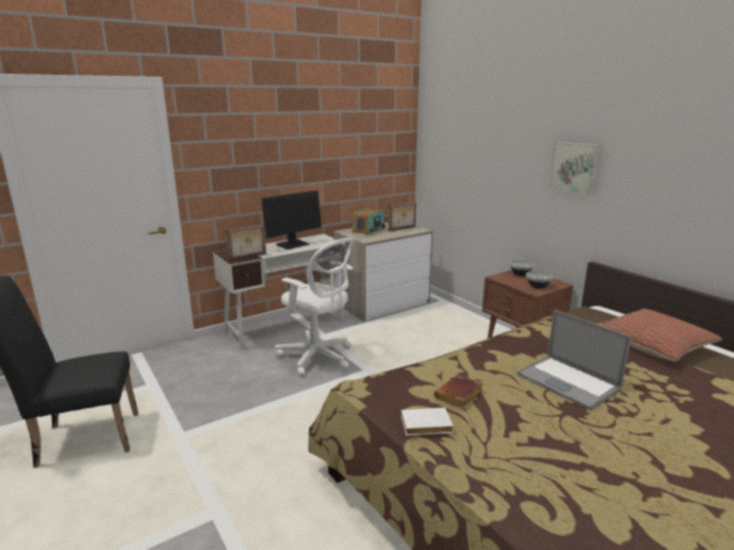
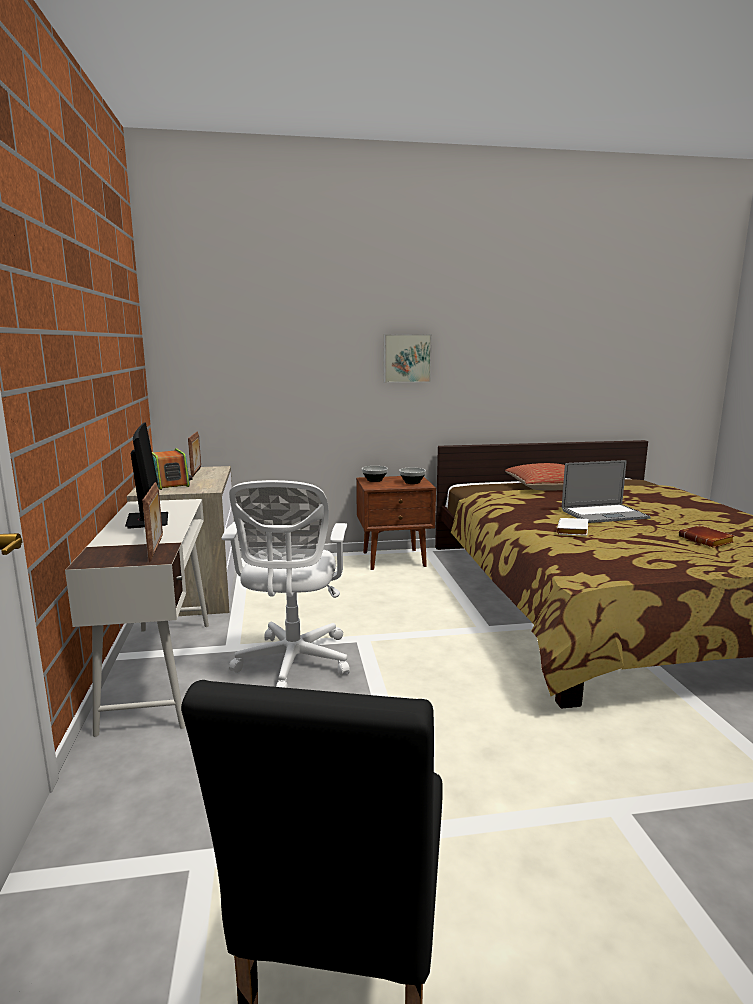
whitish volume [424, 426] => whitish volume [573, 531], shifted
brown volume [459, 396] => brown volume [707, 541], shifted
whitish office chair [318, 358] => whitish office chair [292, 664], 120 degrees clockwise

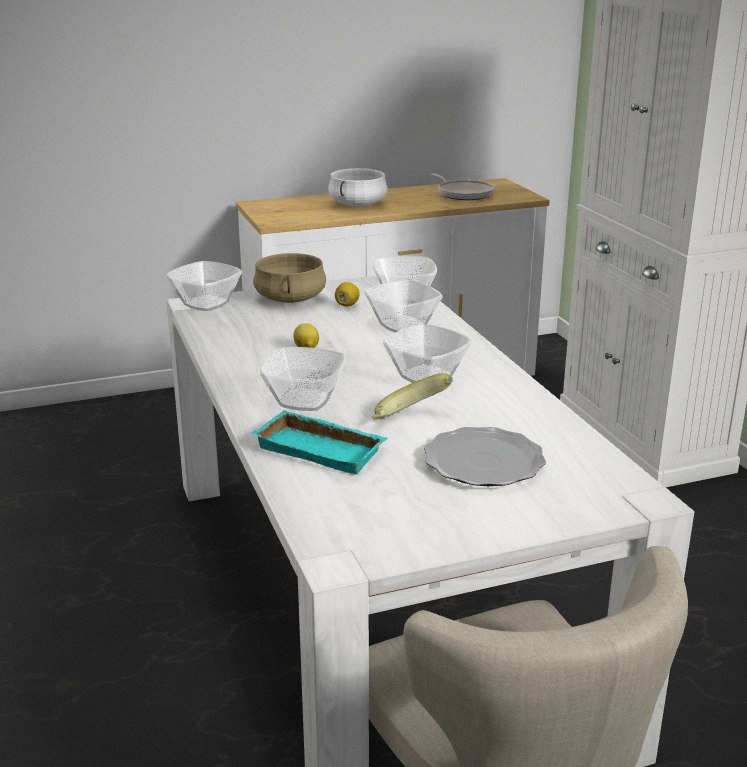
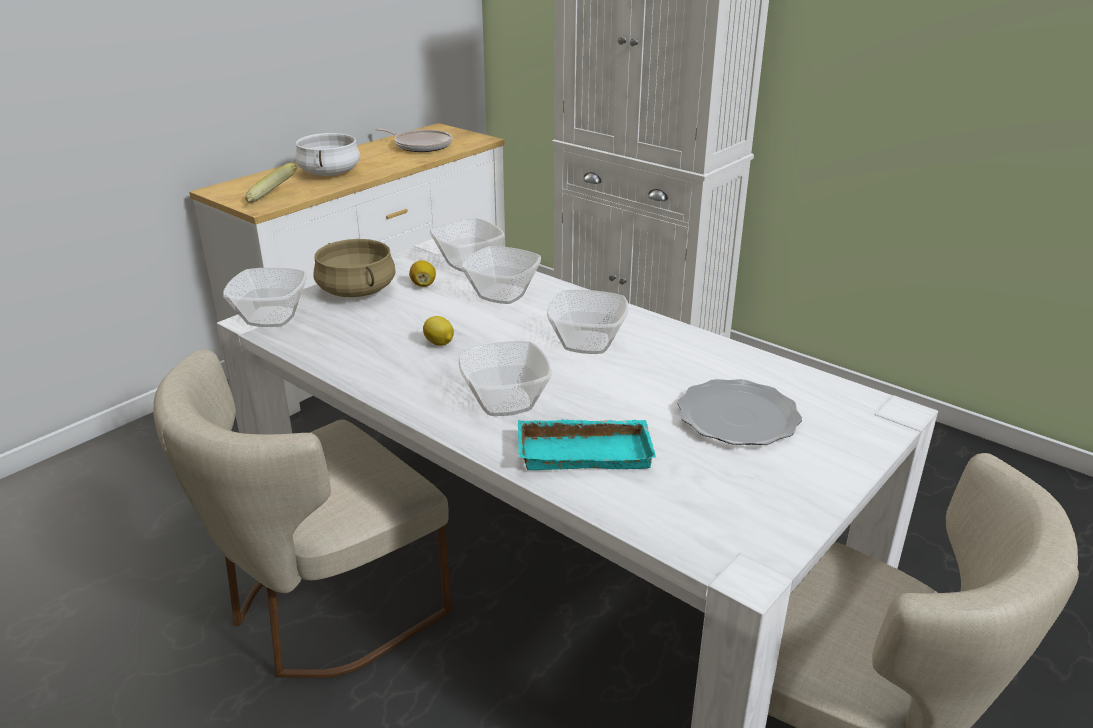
nothing => beige-coloured upright chair [324, 612]
banana fruit [409, 419] => banana fruit [272, 200], shifted

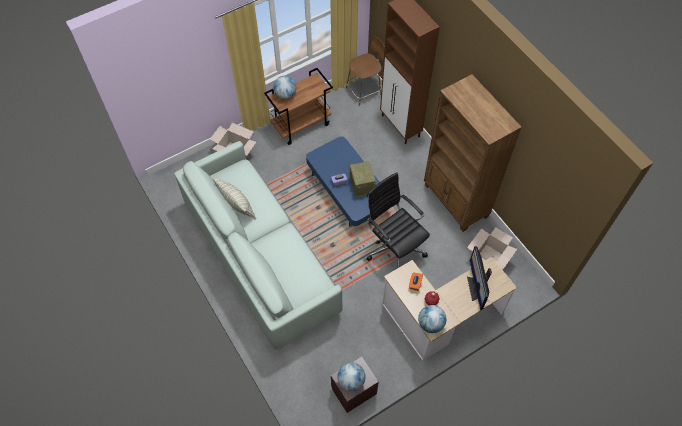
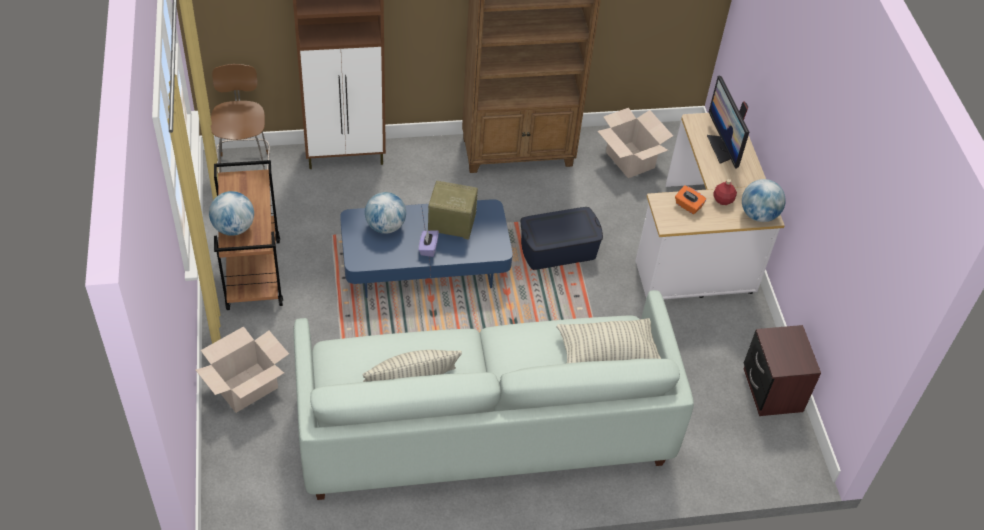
nothing => cushion [607, 351]
desk globe [351, 381] => desk globe [385, 226], shifted
black-coloured office chair [394, 247] => bluish storage bin [558, 250]
computer display [476, 288] => computer display [723, 148], 60 degrees clockwise

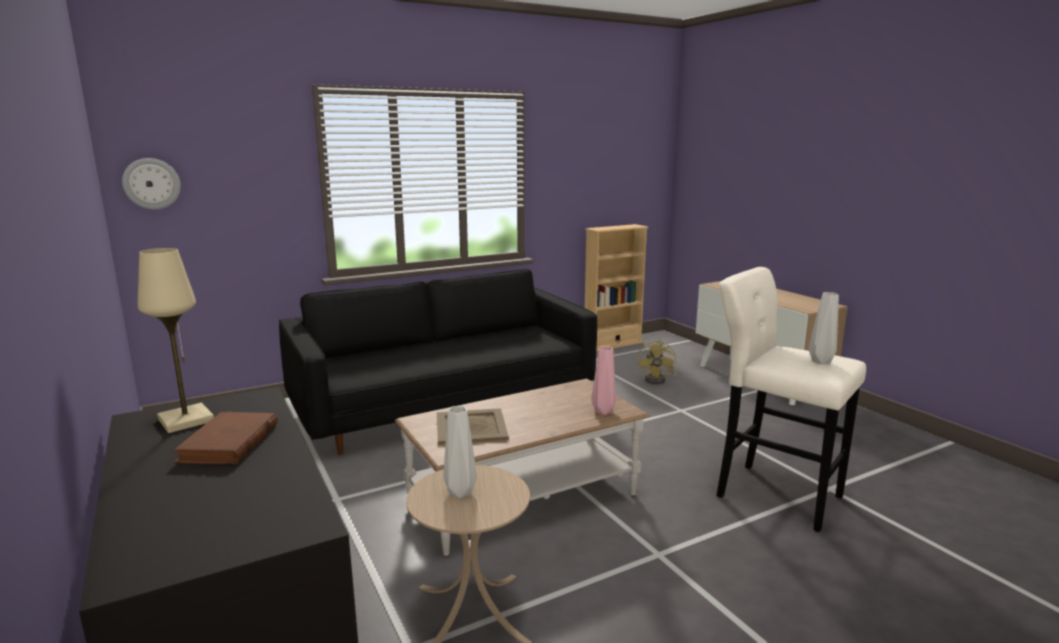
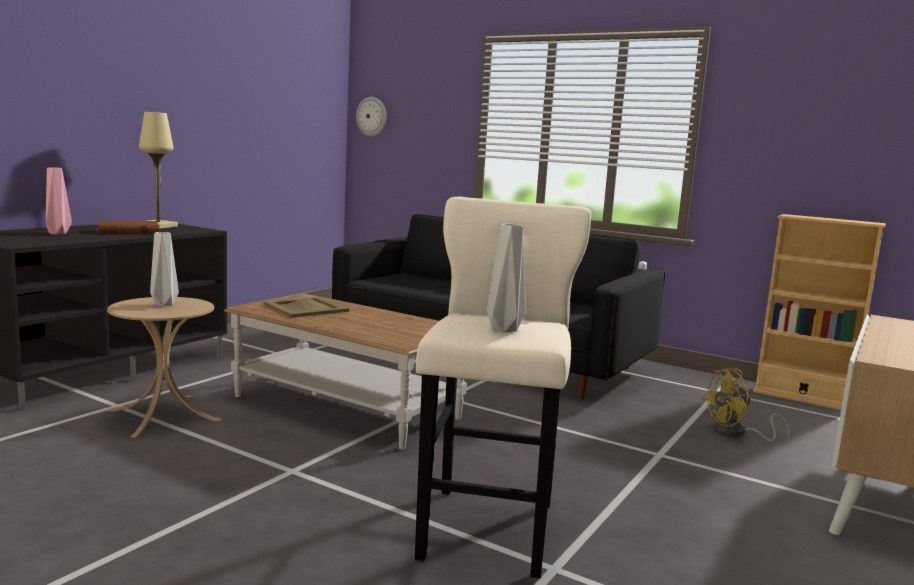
pinkish flower vase [603, 411] => pinkish flower vase [59, 233], shifted

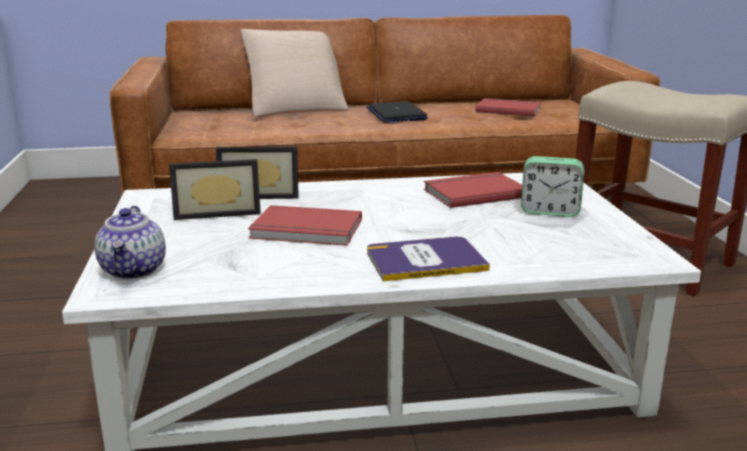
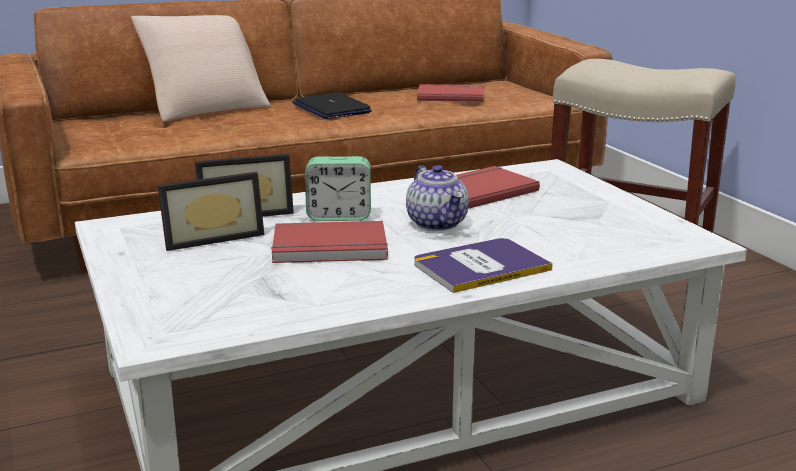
tea pot [134, 270] => tea pot [438, 224], shifted
table clock [550, 211] => table clock [339, 216], shifted

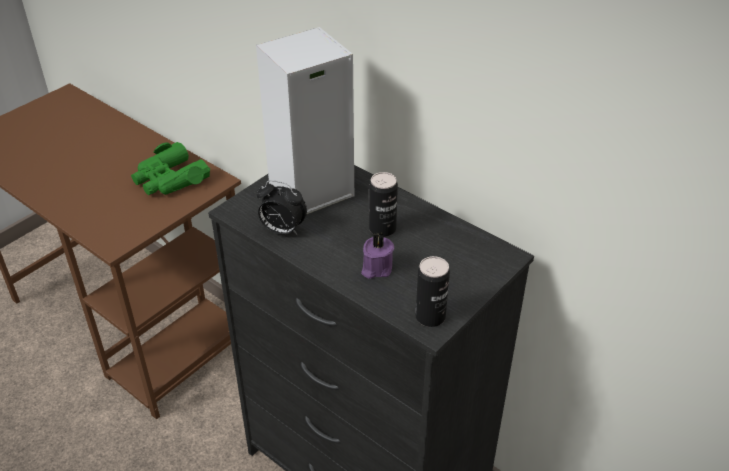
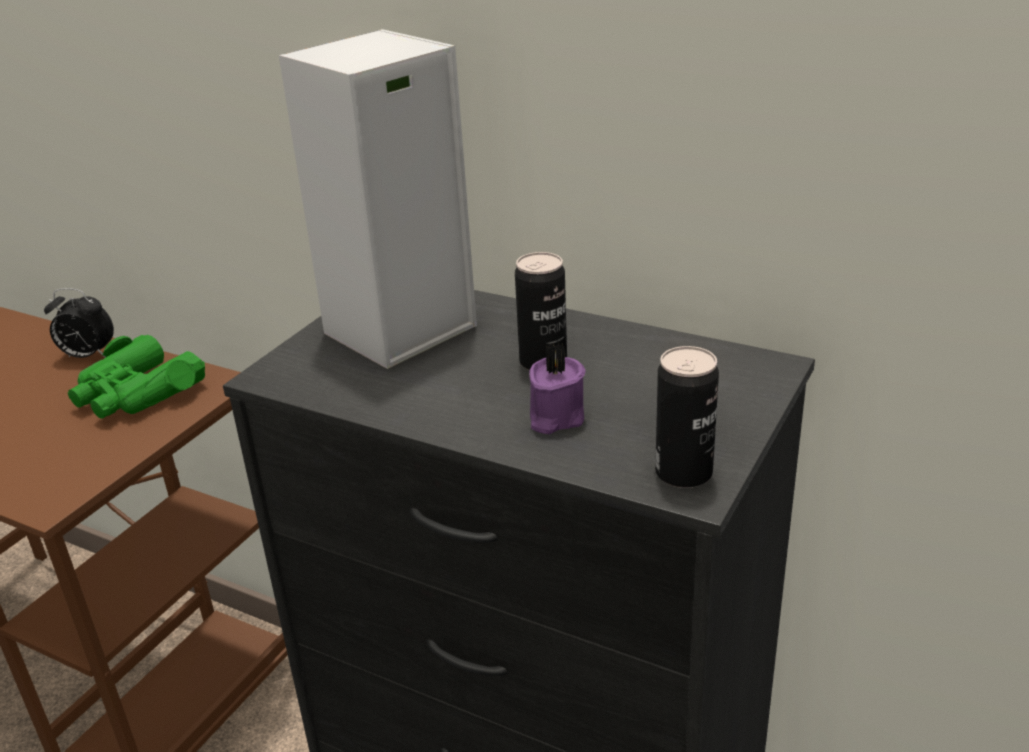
table clock [282, 230] => table clock [87, 356], shifted

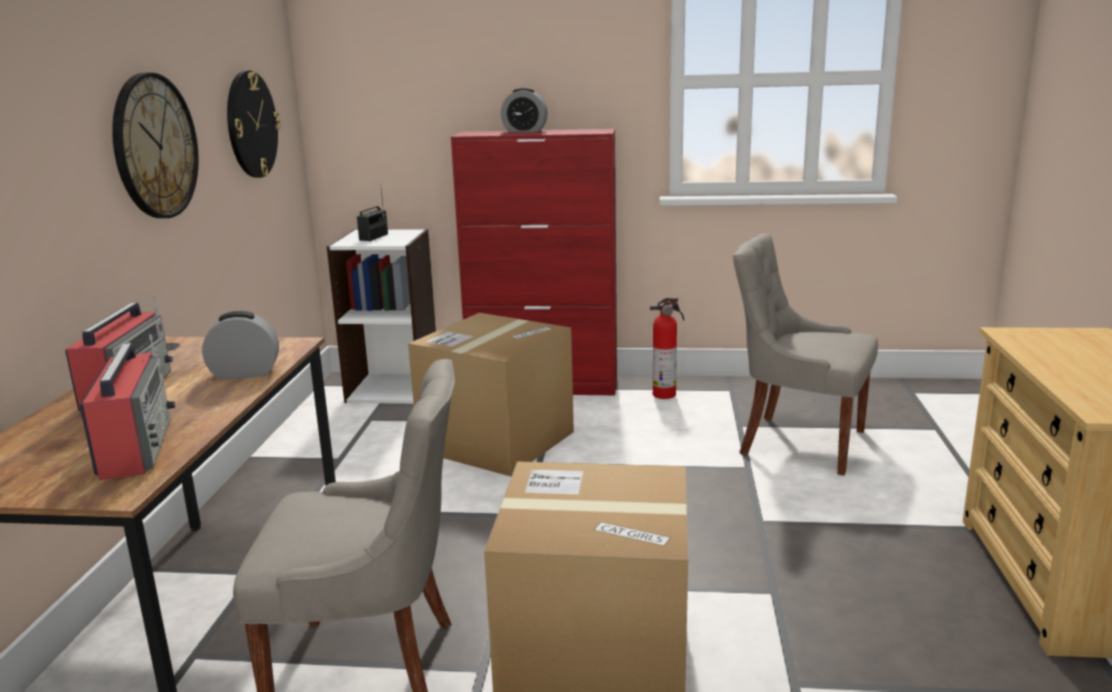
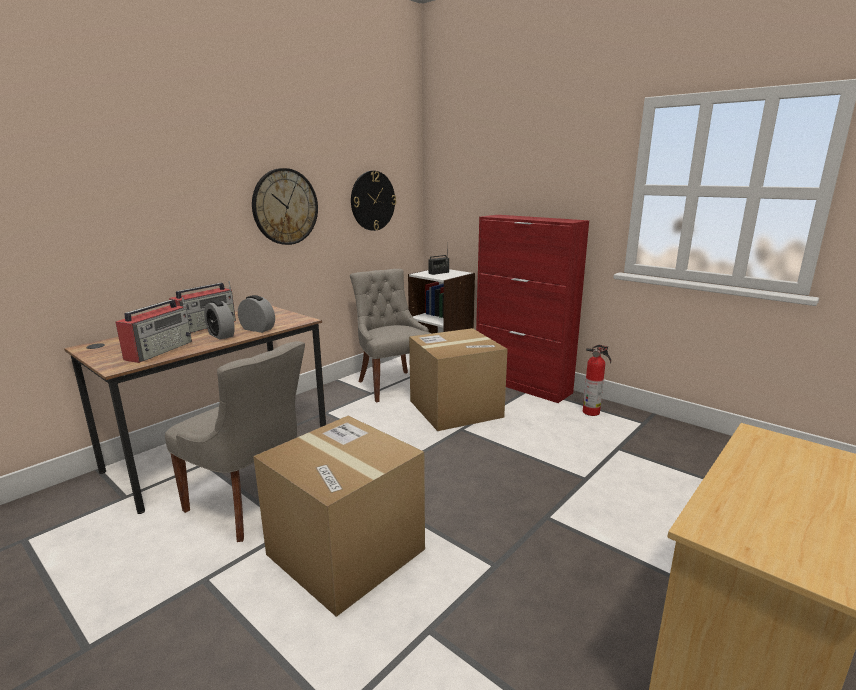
table clock [524, 131] => table clock [221, 335], shifted
gray upright chair [798, 442] => gray upright chair [393, 385], shifted

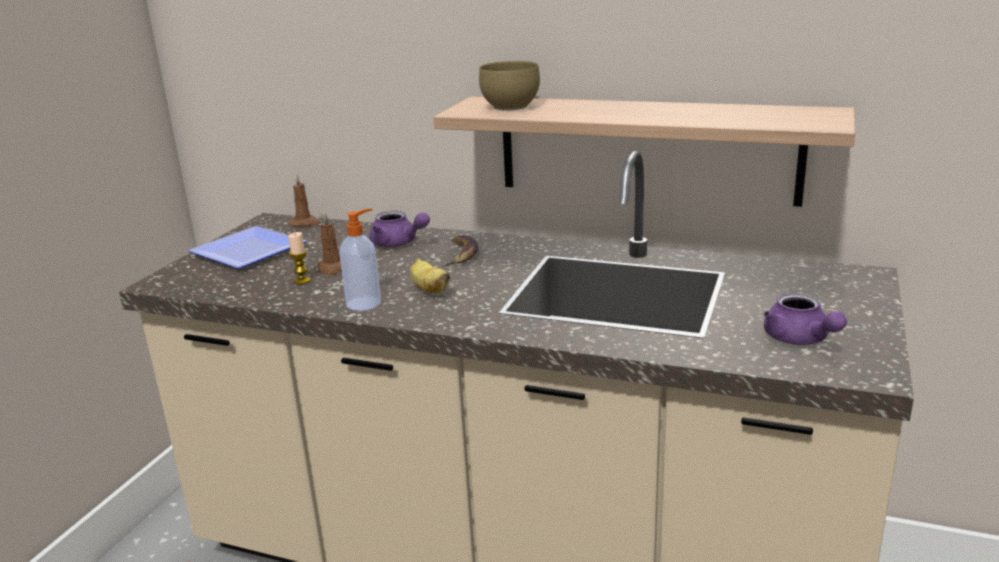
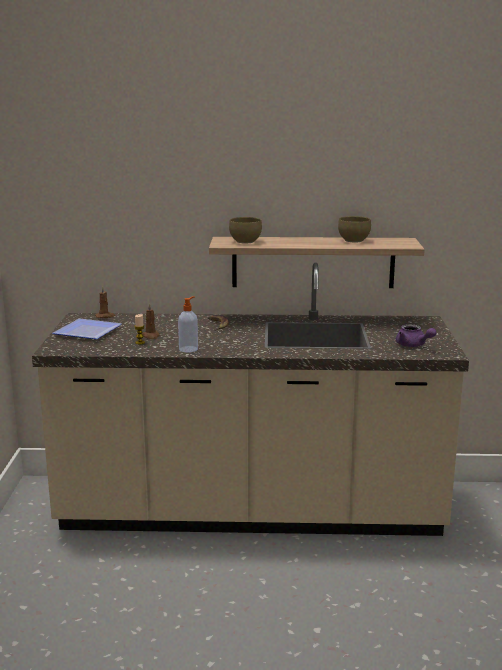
purple-coloured tea pot [398, 243] => nothing
banana fruit [428, 289] => nothing
nothing => brown bowl [355, 241]

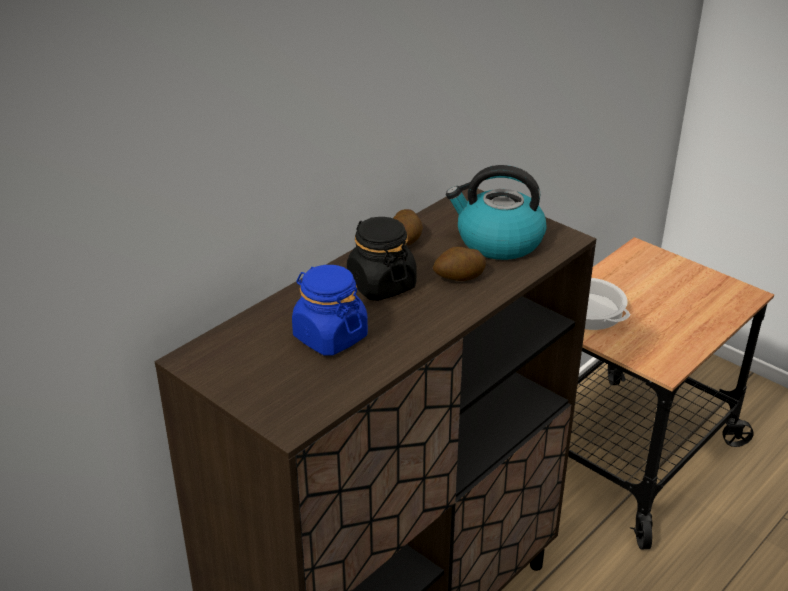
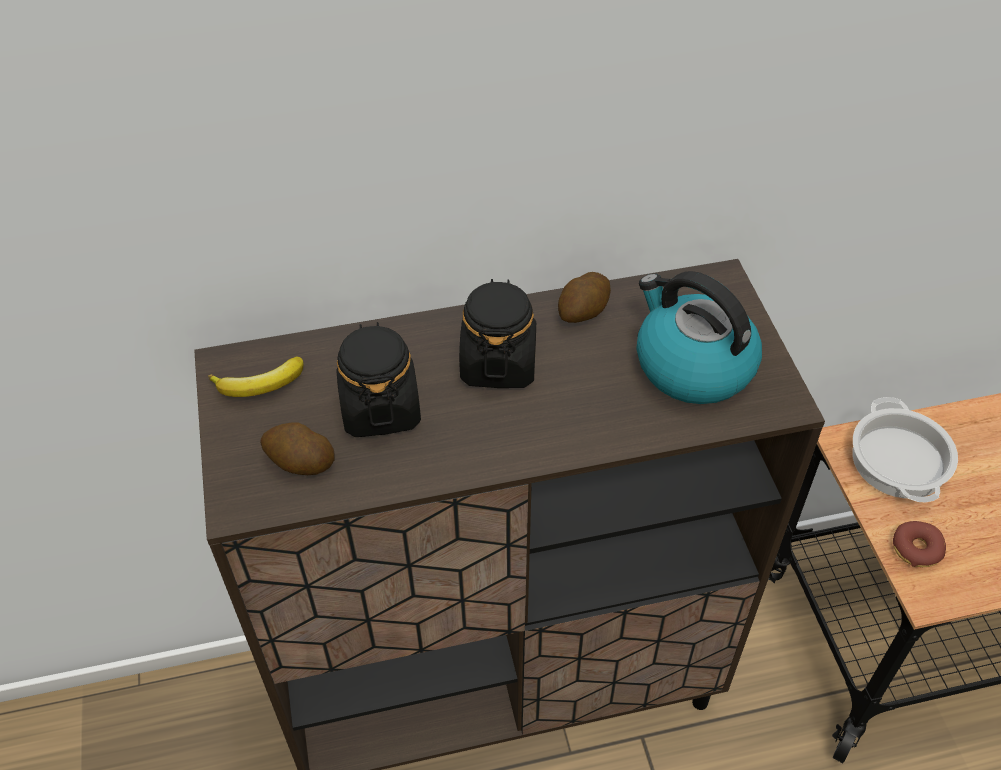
nothing => banana fruit [260, 385]
nothing => doughnut [916, 549]
whole potato [459, 278] => whole potato [300, 462], shifted
bluish preserve jar [330, 337] => black-coloured preserve jar [380, 408]

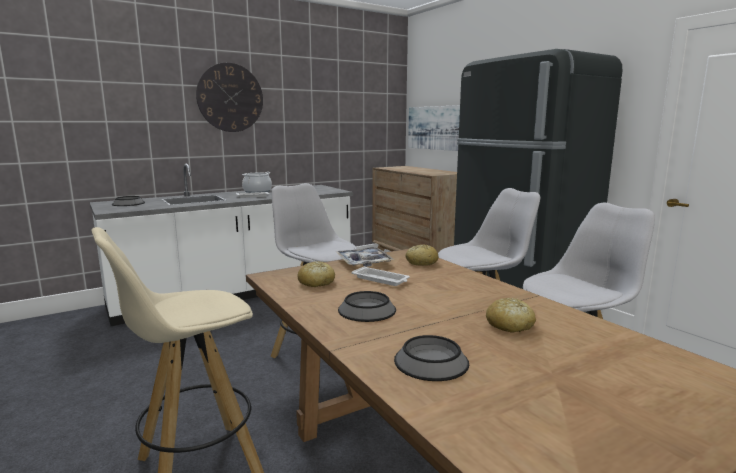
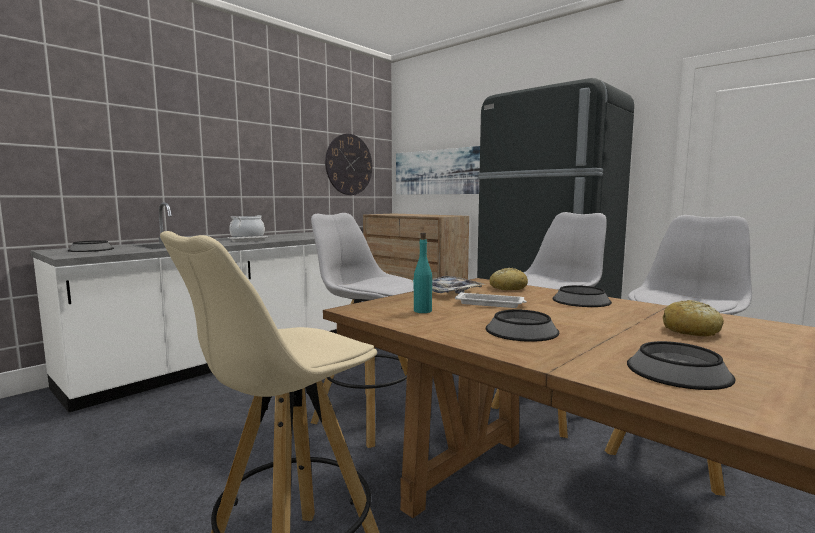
nothing => bowl [581, 300]
clock on the wall [230, 98] => clock on the wall [349, 164], shifted
bread [316, 282] => turquoise-coloured beverage bottle [422, 311]

